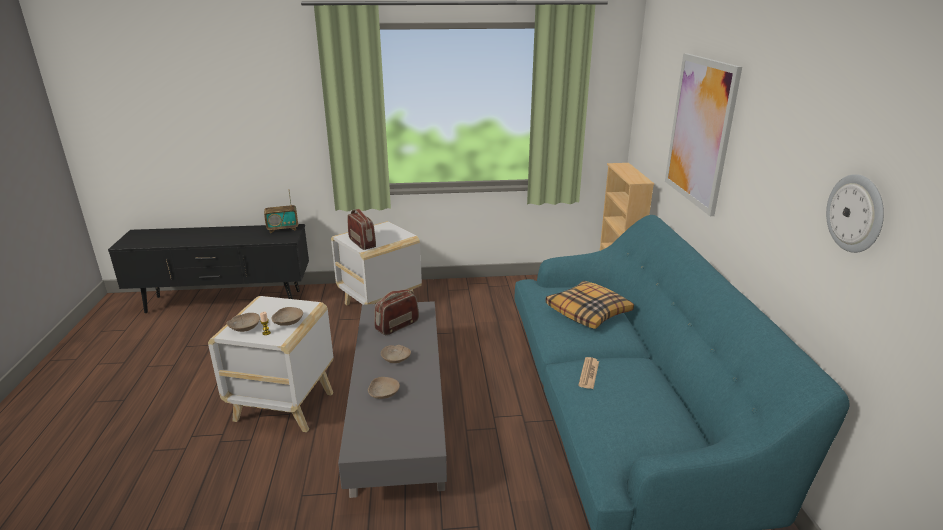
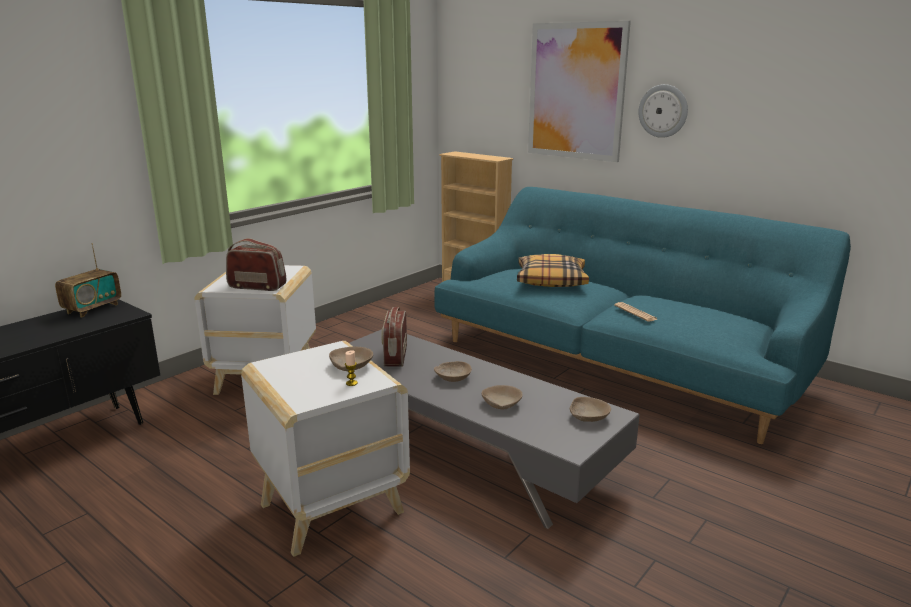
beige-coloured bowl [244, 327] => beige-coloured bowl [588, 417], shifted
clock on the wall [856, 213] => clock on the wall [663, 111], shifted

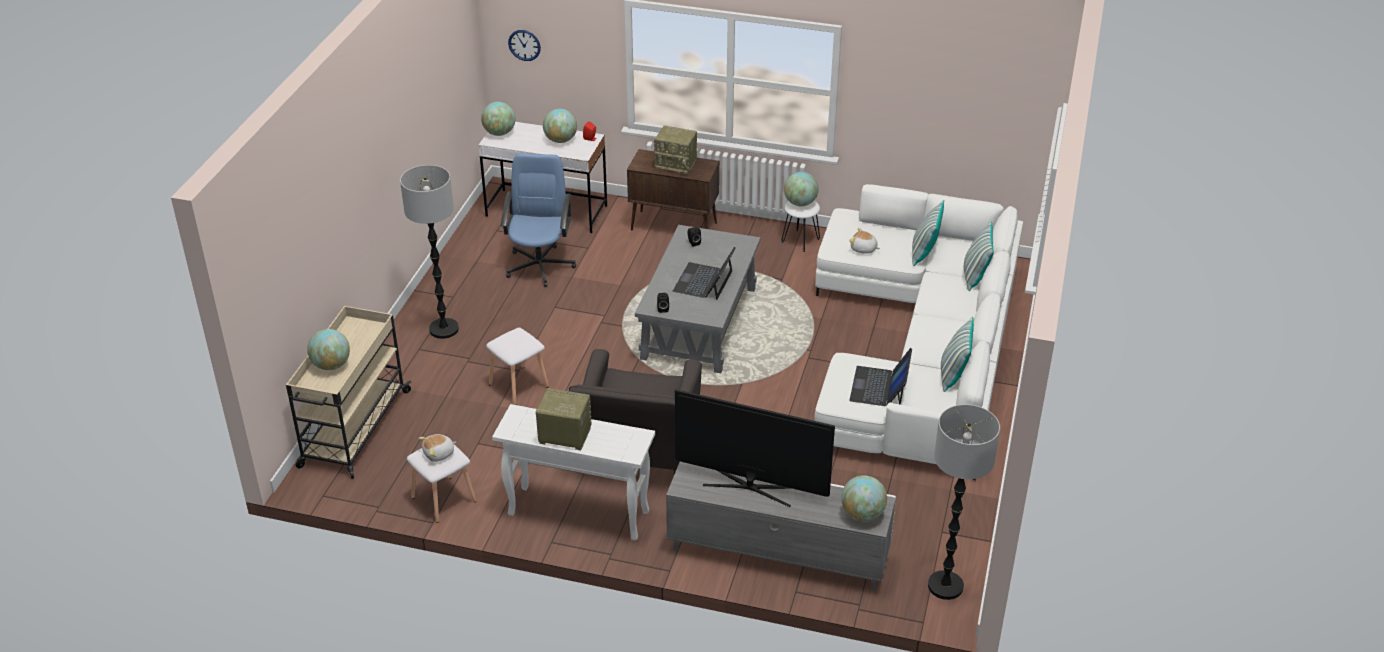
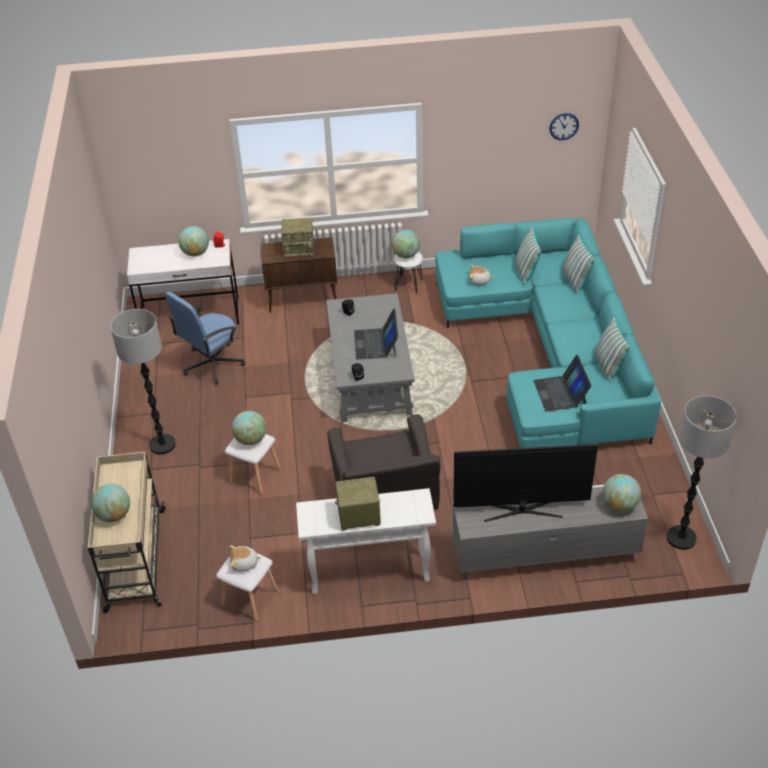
desk globe [499, 133] => desk globe [251, 440], shifted
clock on the wall [524, 45] => clock on the wall [564, 126], shifted
whitish sofa [920, 350] => turquoise-coloured sofa [550, 349]
plush toy [439, 454] => plush toy [244, 564], 45 degrees clockwise
bluish office chair [540, 265] => bluish office chair [212, 364], 120 degrees counterclockwise

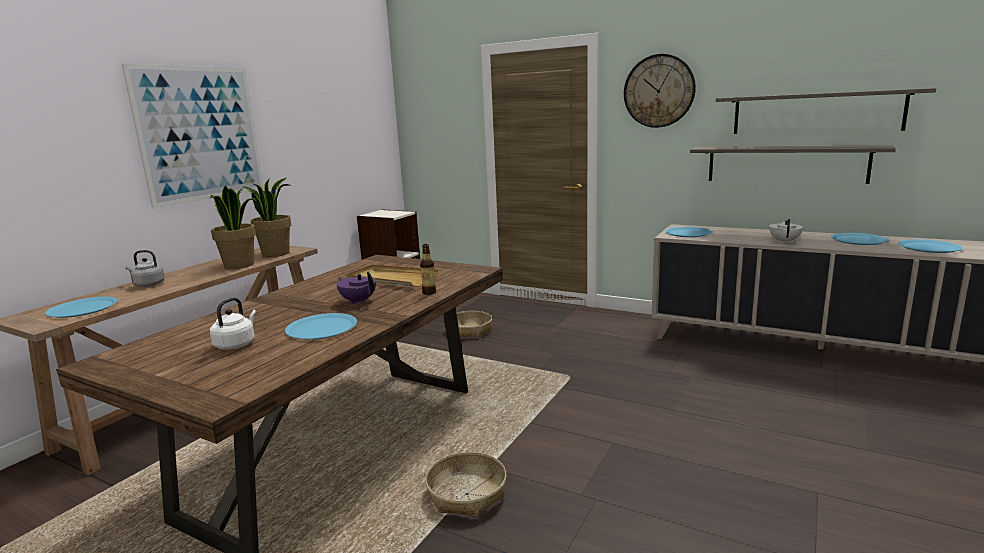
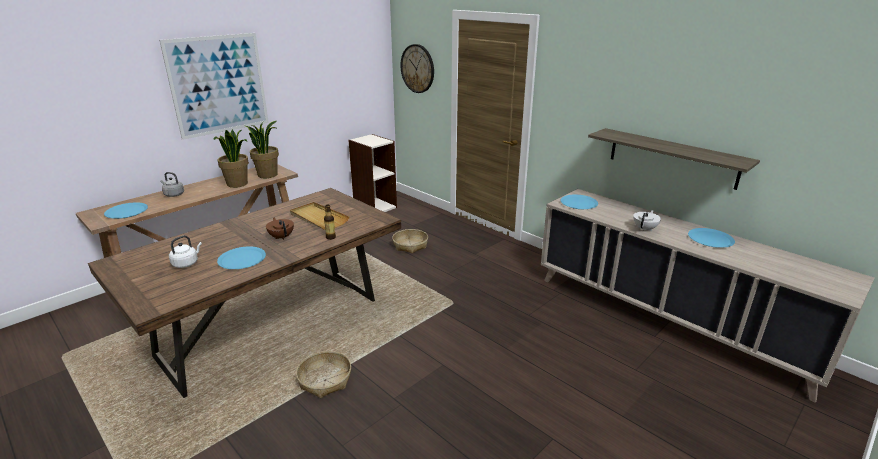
bracket shelf [816, 113] => nothing
bluish flat dish [929, 247] => nothing
clock on the wall [659, 91] => clock on the wall [417, 68], shifted
purple-coloured tea pot [358, 301] => brown tea pot [281, 237]

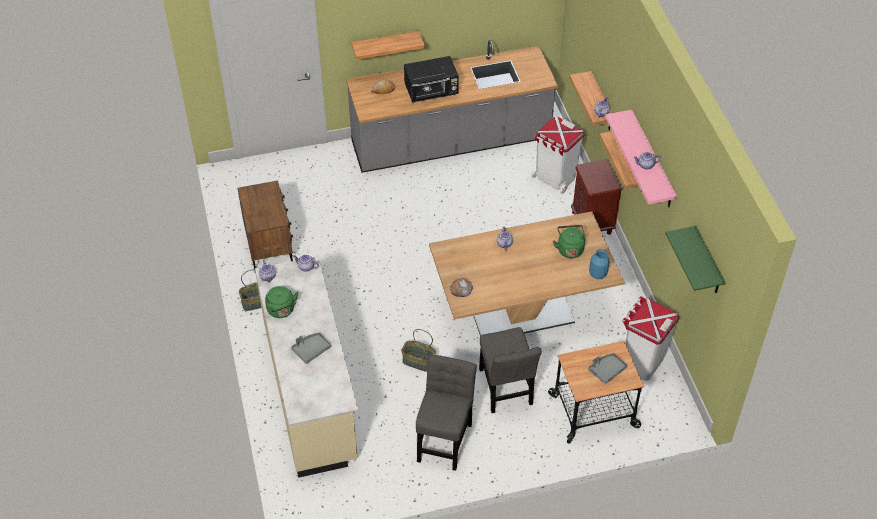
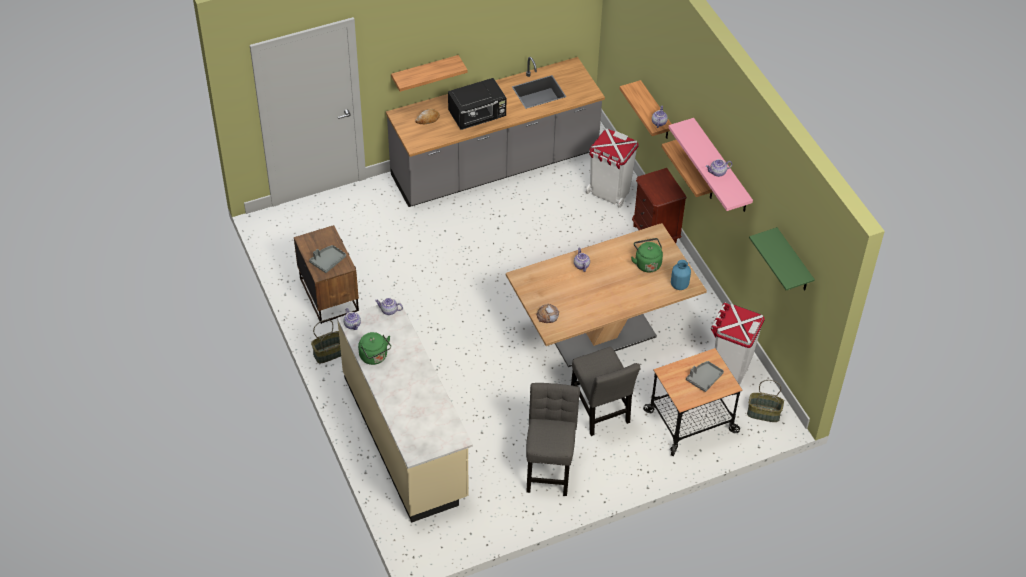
gray carrying tray [311, 349] => gray carrying tray [327, 261], shifted
household basket [418, 362] => household basket [763, 413], shifted

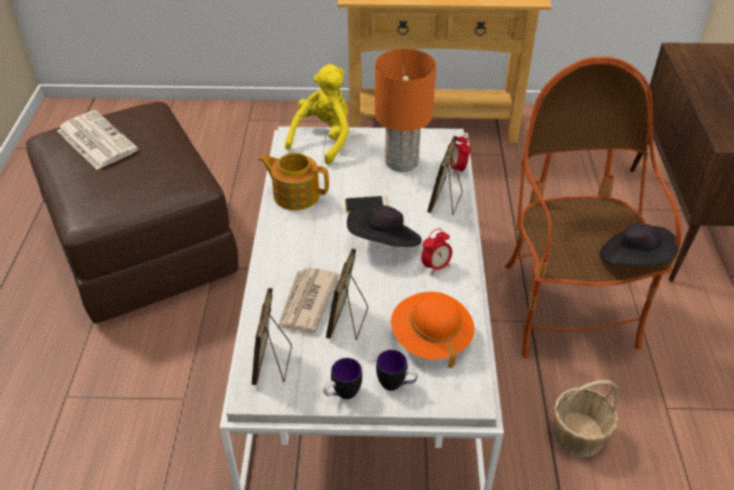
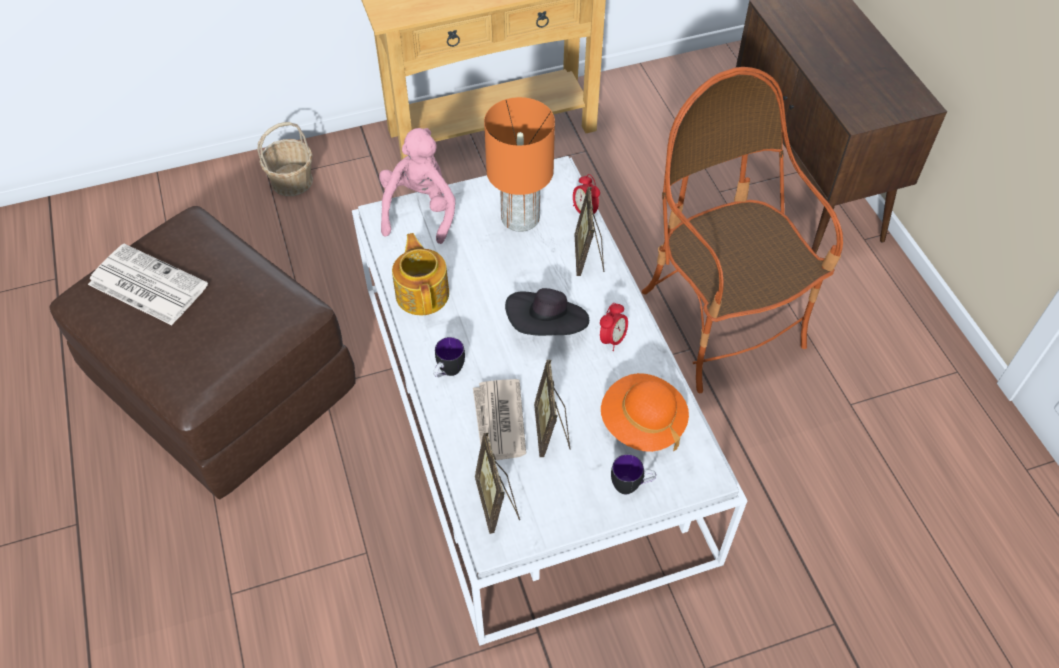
handset [366, 205] => nothing
black-coloured wearable hat [633, 260] => nothing
tea mug [342, 394] => tea mug [448, 372], shifted
household basket [579, 435] => household basket [292, 181], shifted
yellowish plush toy [324, 139] => pinkish plush toy [420, 210]
tea pot [295, 194] => tea pot [423, 293], 75 degrees clockwise

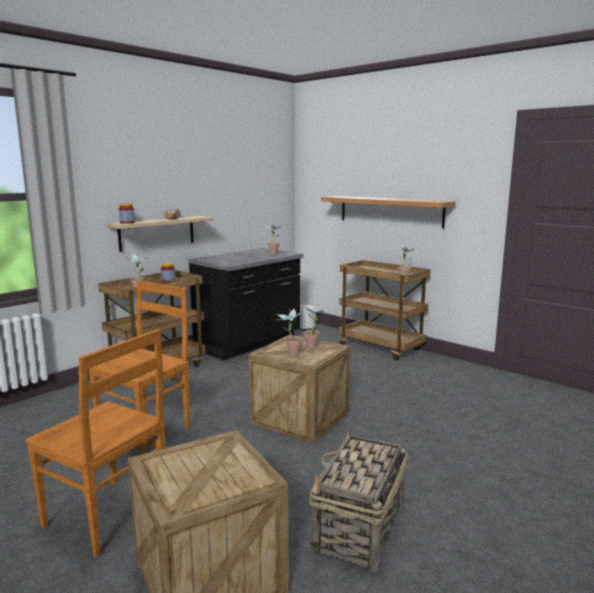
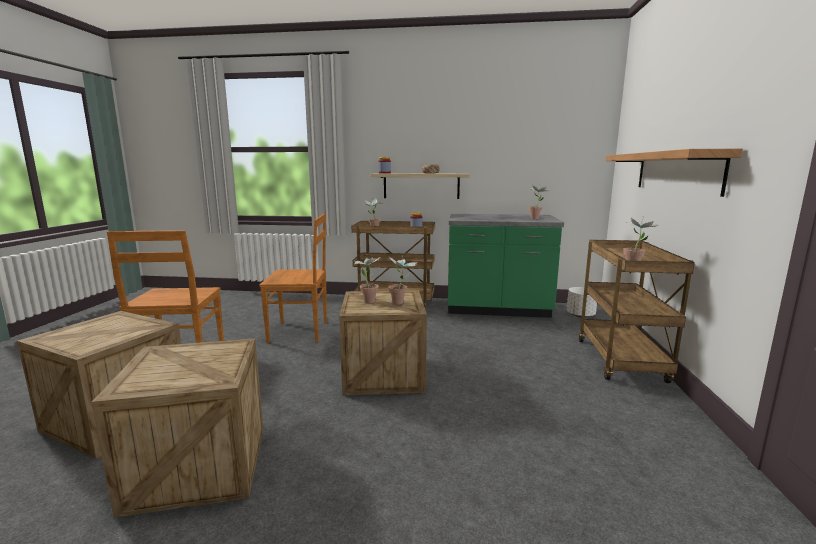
household basket [358, 529] => crate [199, 466]
black-coloured kitchen base unit [249, 344] => green-coloured kitchen base unit [497, 310]

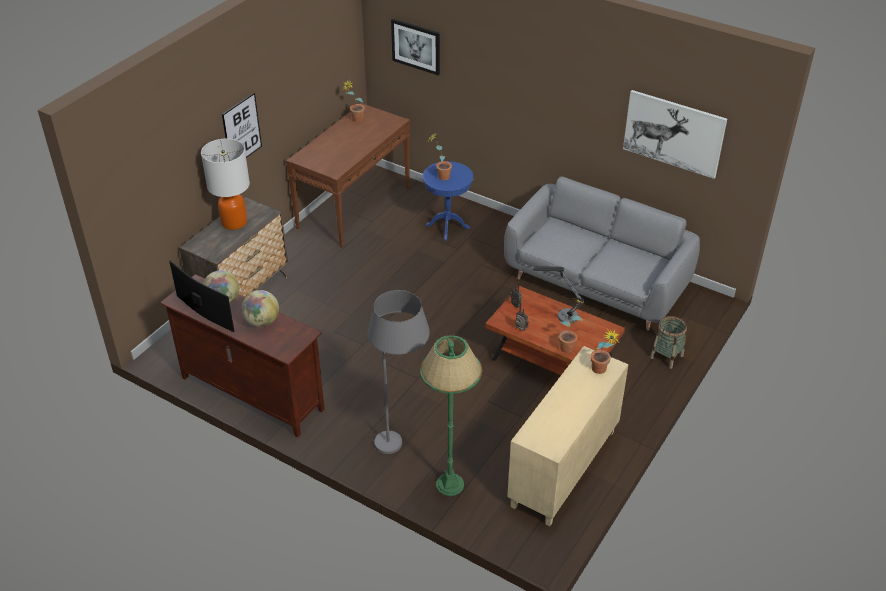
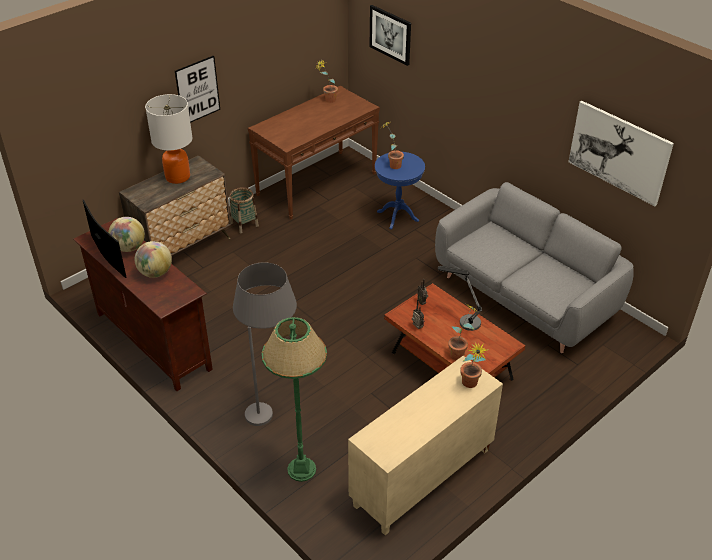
household basket [666, 356] => household basket [244, 224], shifted

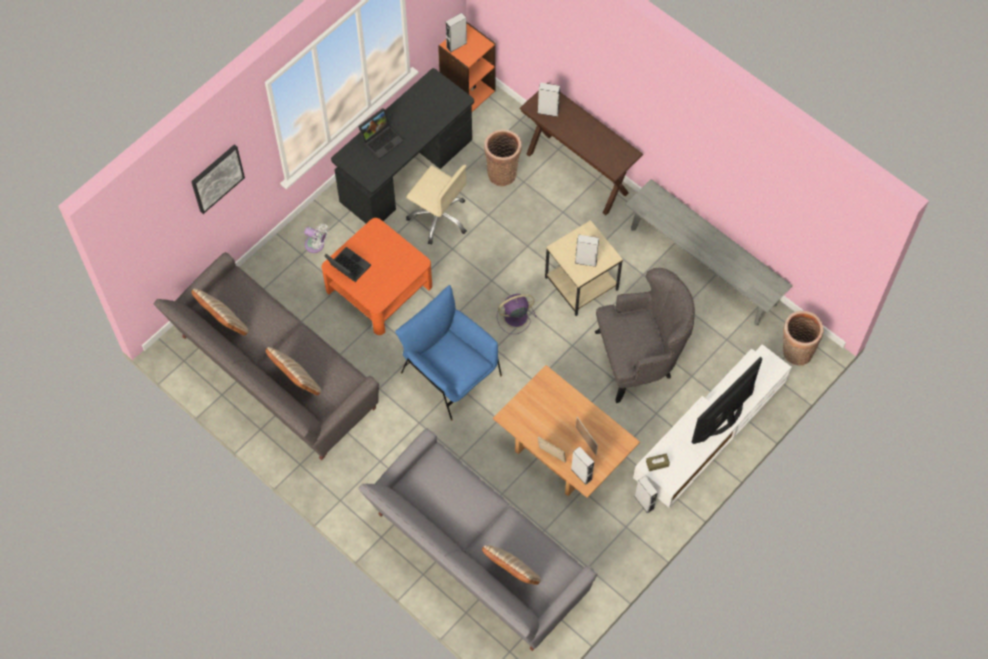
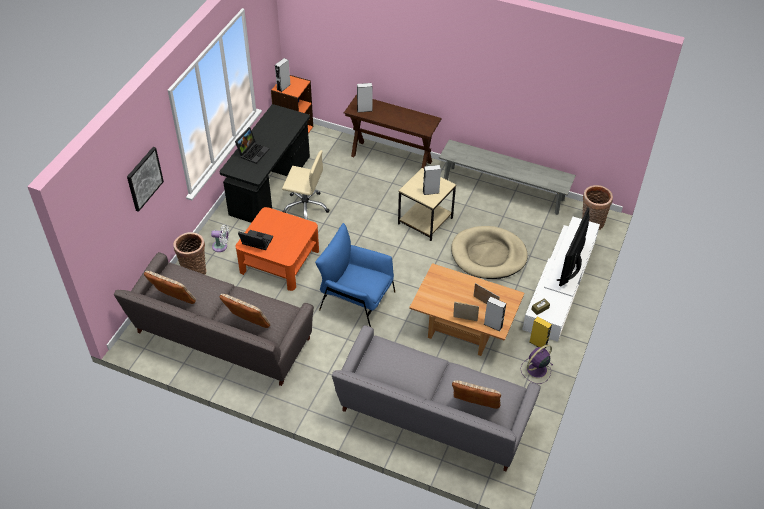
household basket [502, 172] => household basket [194, 271], shifted
purple-coloured fan [514, 317] => purple-coloured fan [536, 370], shifted
gray lounge chair [639, 359] => beige-coloured pet bed [488, 255]
gray speaker [644, 502] => yellowish speaker [538, 344]

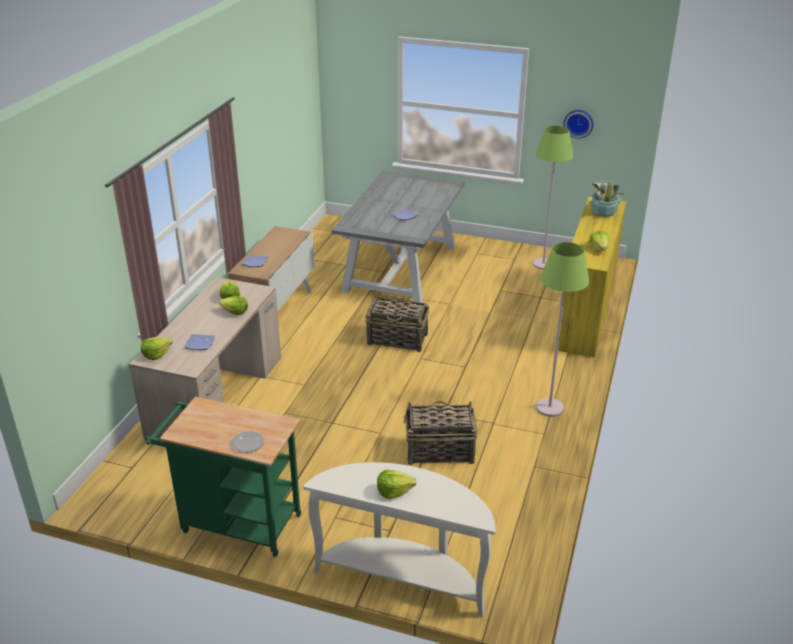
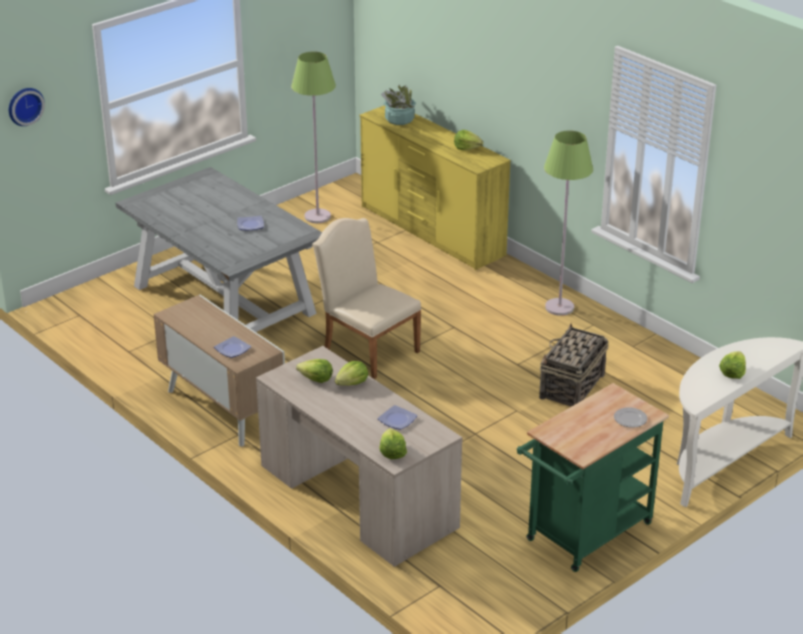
clock on the wall [578, 123] => clock on the wall [24, 105], shifted
household basket [398, 339] => beige-coloured upright chair [367, 348]

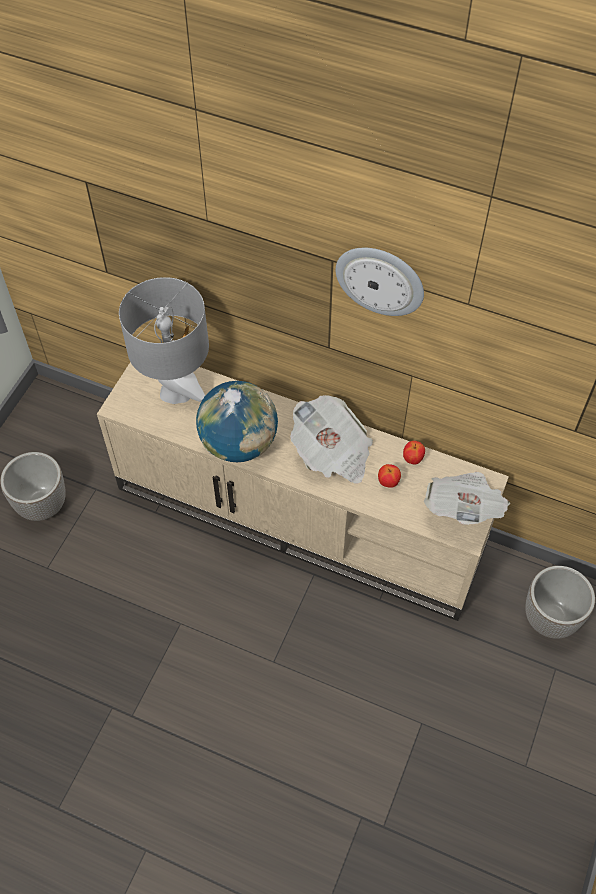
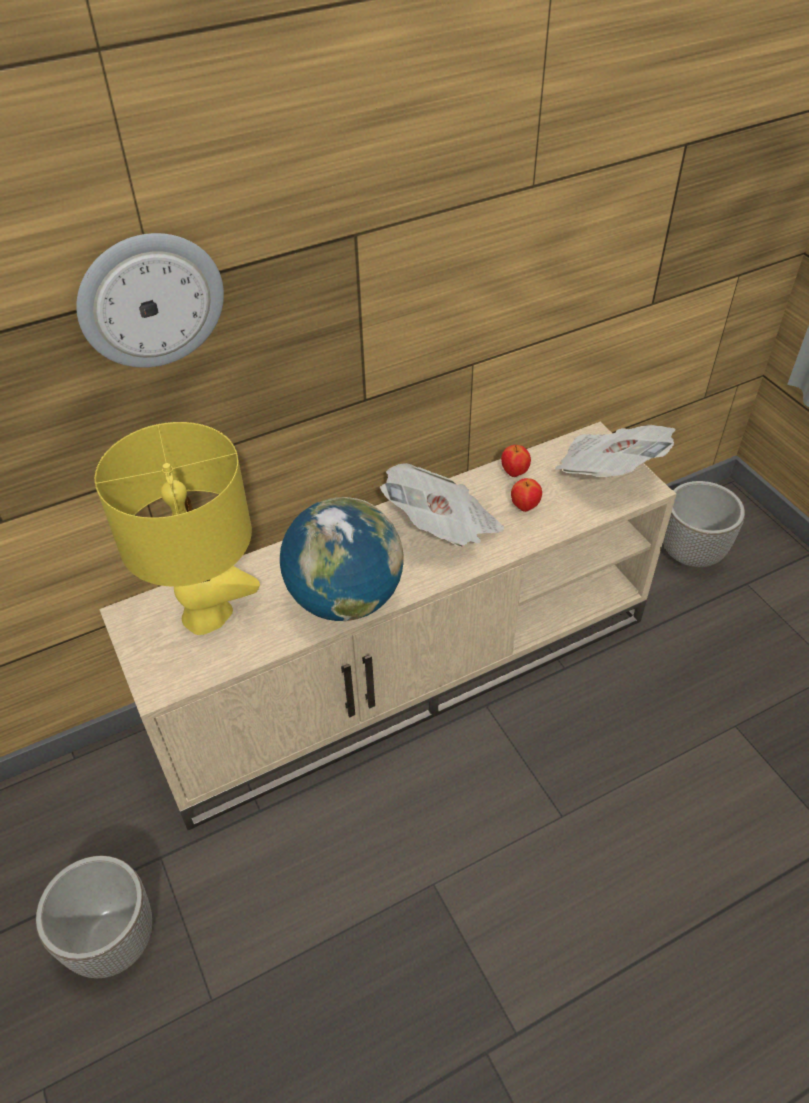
clock on the wall [380, 280] => clock on the wall [150, 300], shifted
gray table lamp [176, 392] => yellowish table lamp [207, 614]

